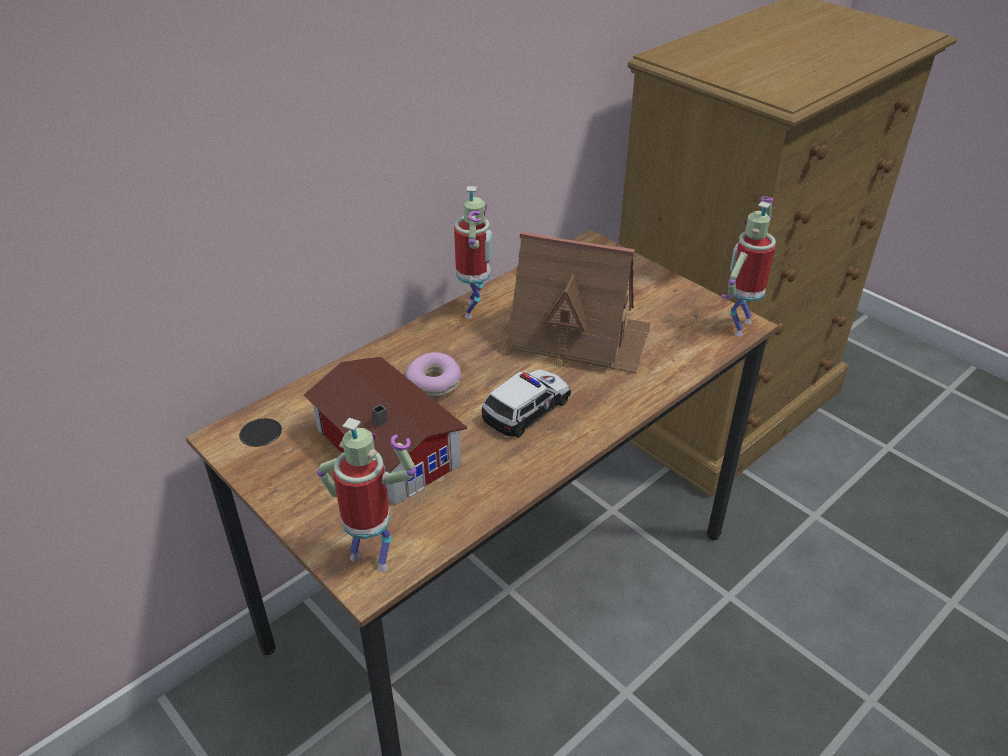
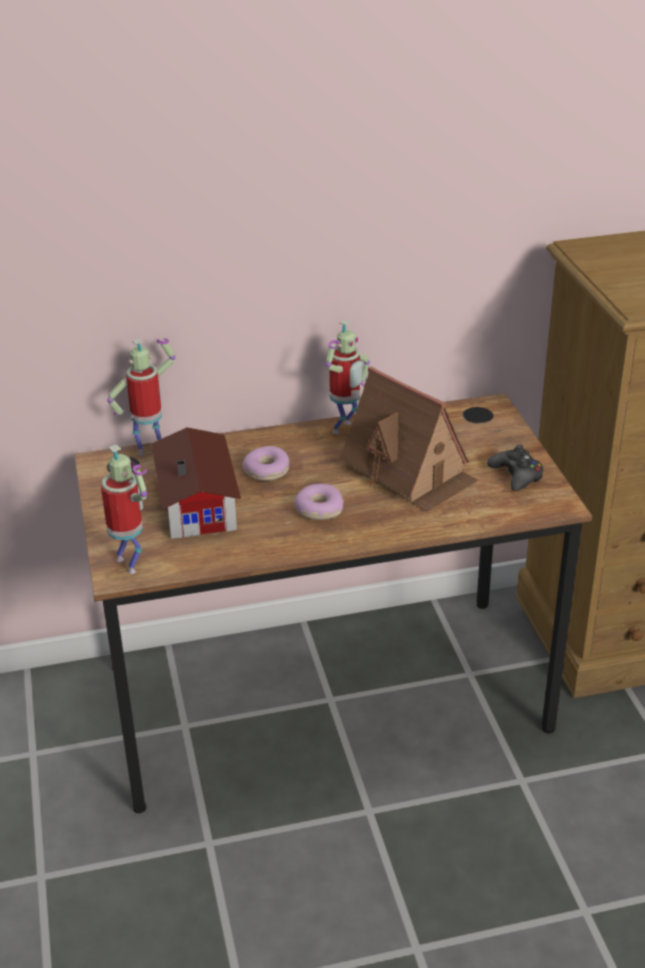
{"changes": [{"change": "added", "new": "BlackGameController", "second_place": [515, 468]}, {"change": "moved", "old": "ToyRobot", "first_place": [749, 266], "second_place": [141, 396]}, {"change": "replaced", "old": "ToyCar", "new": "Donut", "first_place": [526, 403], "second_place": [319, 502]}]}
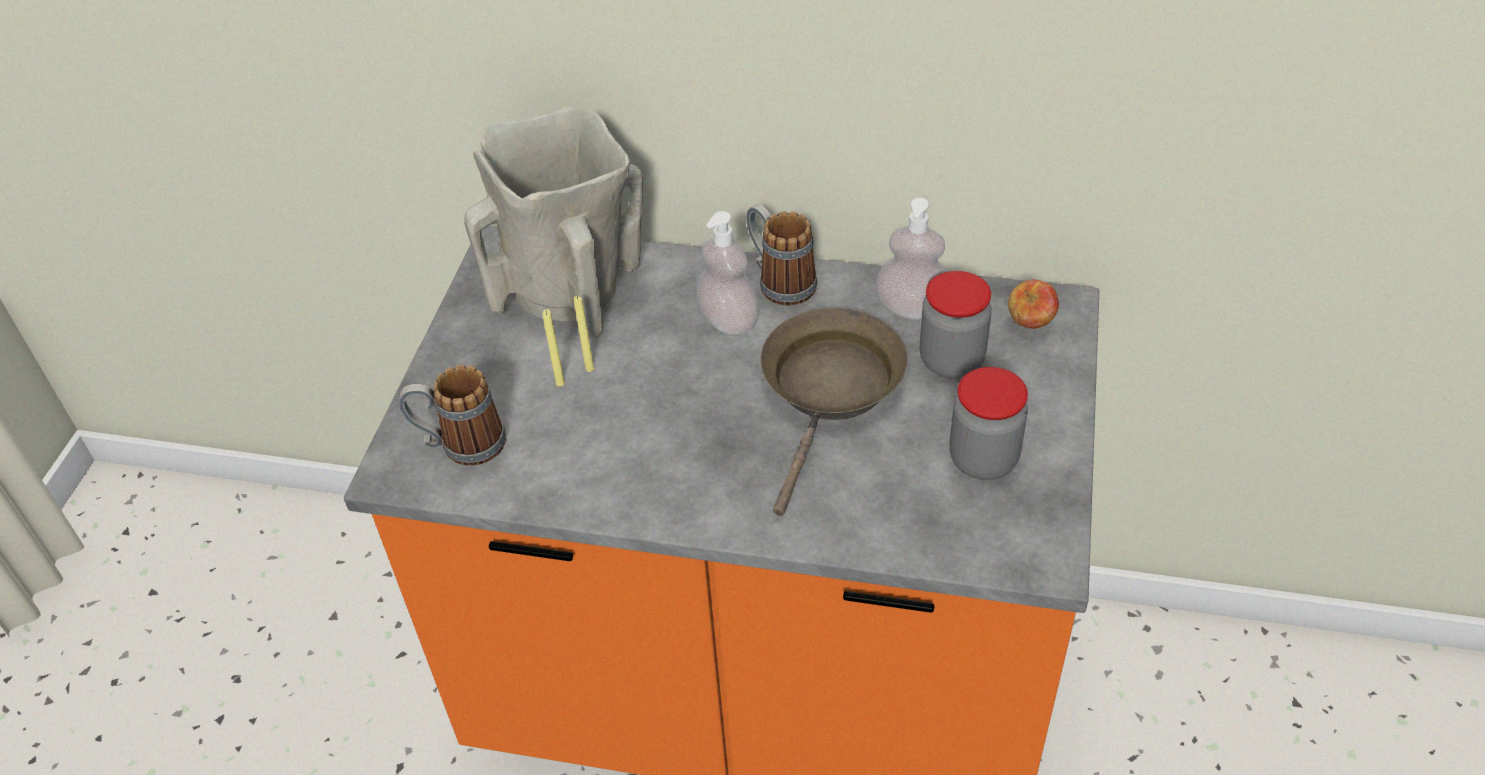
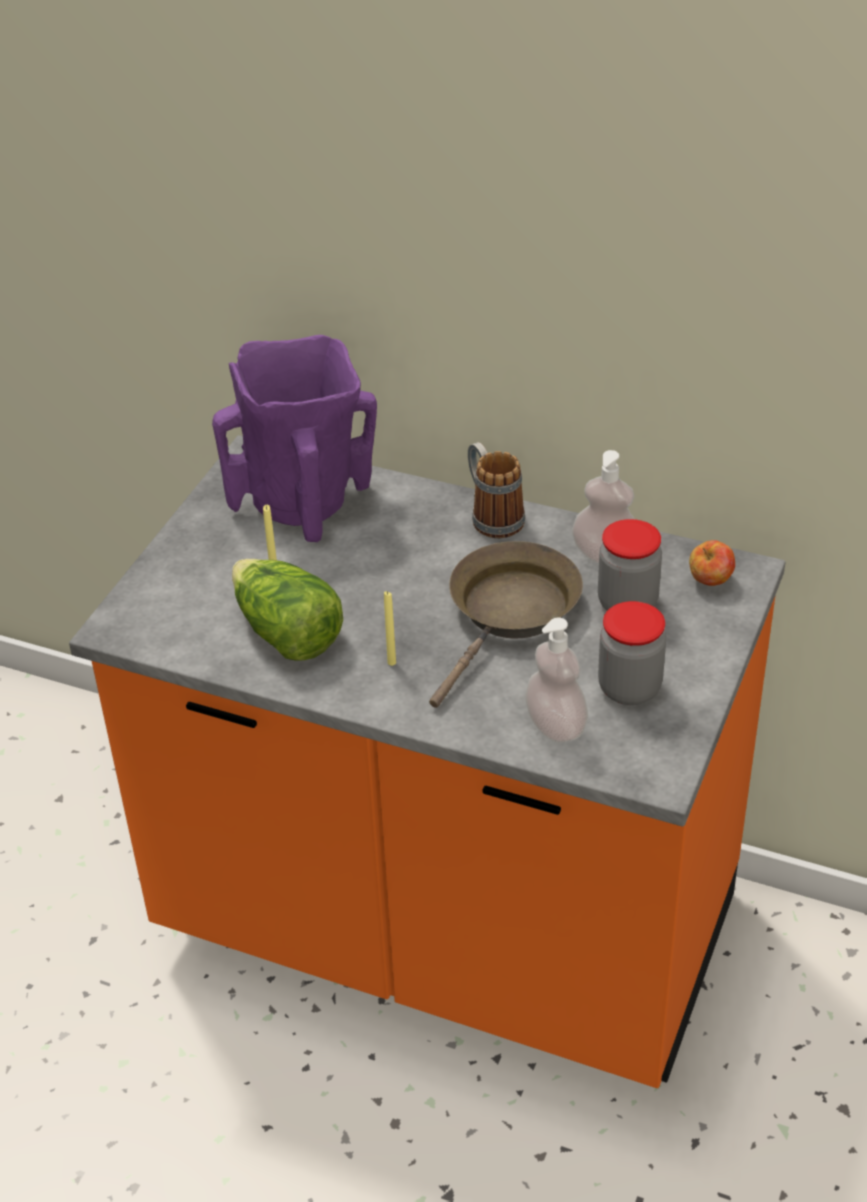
{"changes": [{"change": "removed", "old": "Mug", "first_place": [452, 415]}, {"change": "added", "new": "Lettuce", "second_place": [287, 610]}, {"change": "moved", "old": "YellowCandle", "first_place": [584, 334], "second_place": [390, 628]}, {"change": "moved", "old": "SoapDispenser", "first_place": [727, 273], "second_place": [556, 680]}, {"change": "recoloured", "old": "BeigeVase", "new": "PurpleVase", "first_place": [553, 222], "second_place": [294, 438]}]}
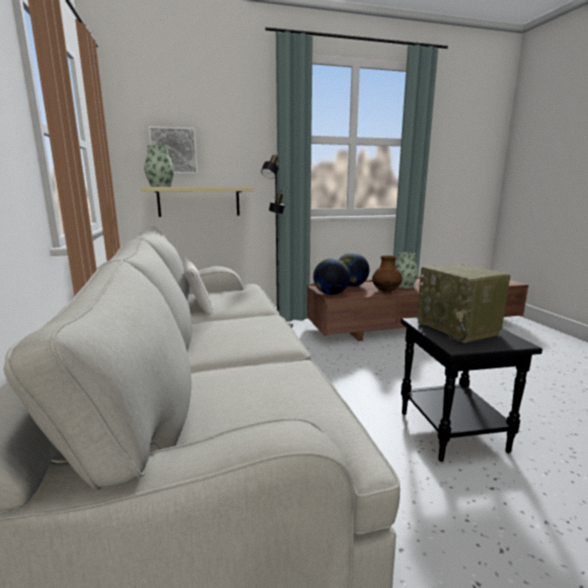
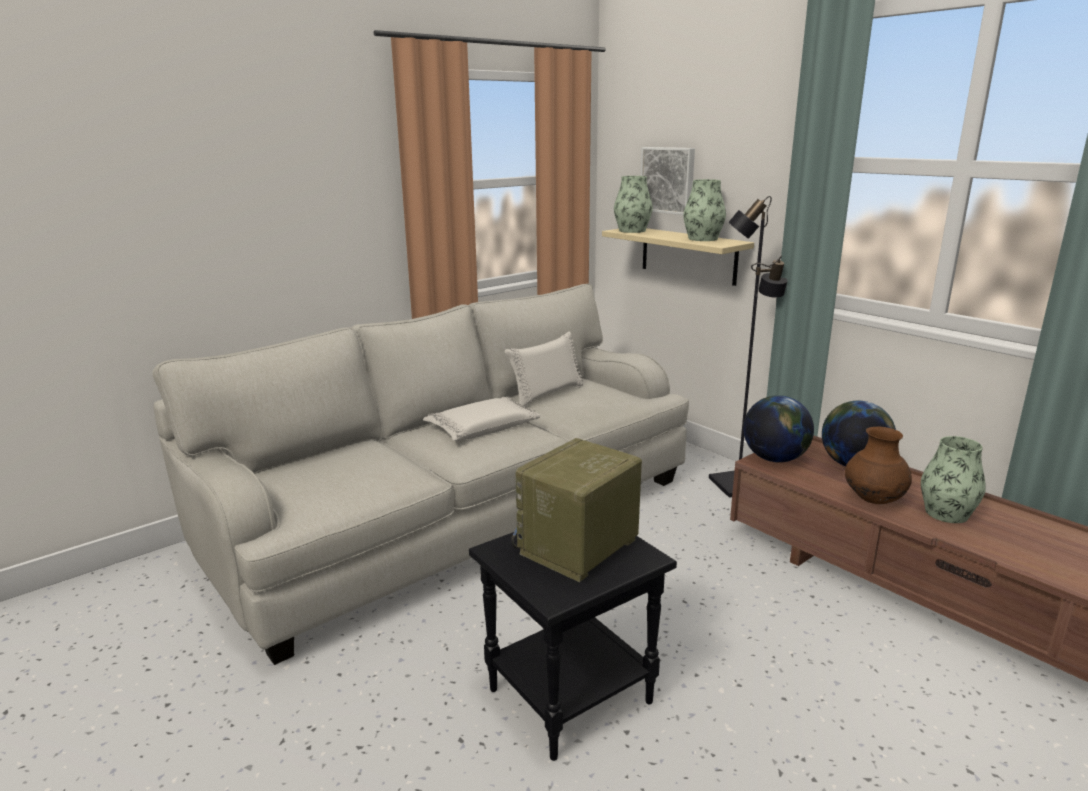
{"changes": [{"change": "added", "new": "WhitePillow", "second_place": [482, 418]}, {"change": "added", "new": "Vase", "second_place": [704, 210]}]}
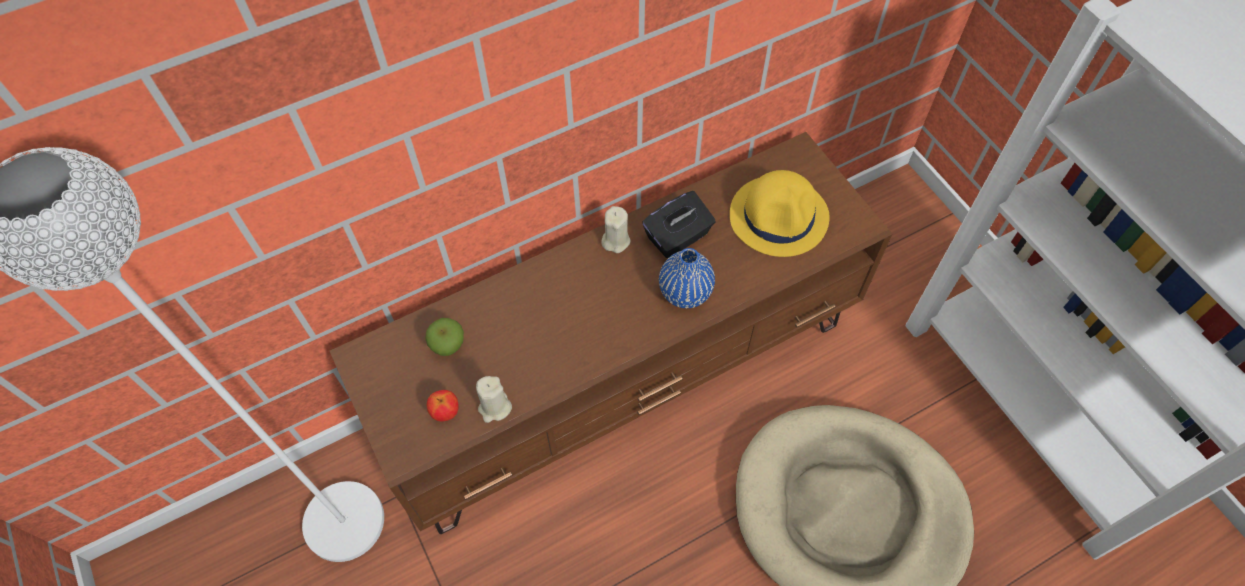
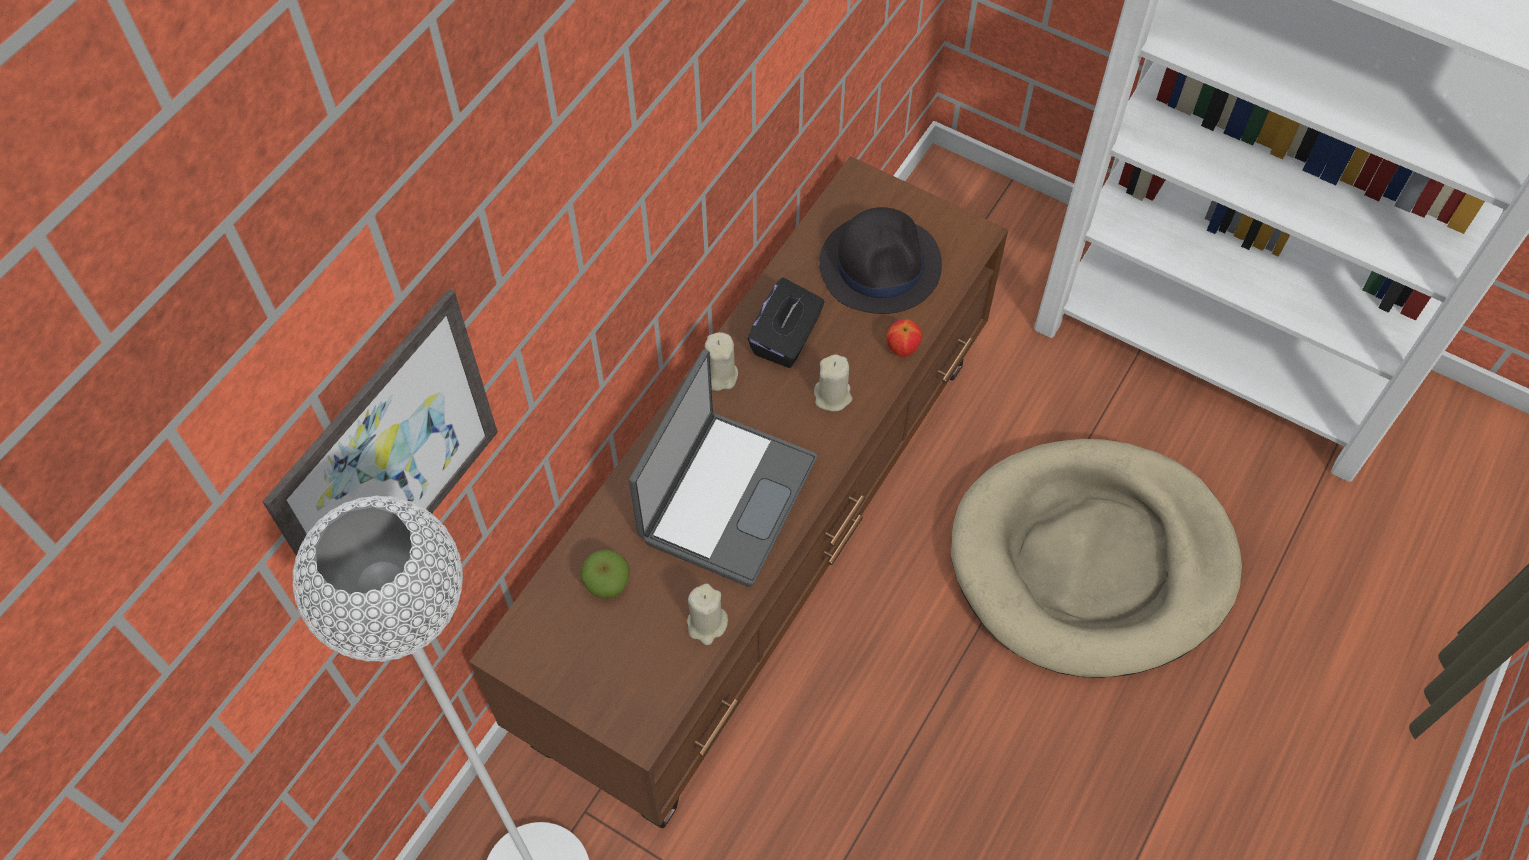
{"changes": [{"change": "added", "new": "Picture", "second_place": [380, 422]}, {"change": "added", "new": "Laptop", "second_place": [723, 468]}, {"change": "moved", "old": "Apple", "first_place": [443, 405], "second_place": [904, 338]}, {"change": "replaced", "old": "BlueVase", "new": "BeigeCandle", "first_place": [687, 278], "second_place": [833, 383]}, {"change": "recoloured", "old": "YellowHat", "new": "BlackHat", "first_place": [780, 213], "second_place": [880, 260]}]}
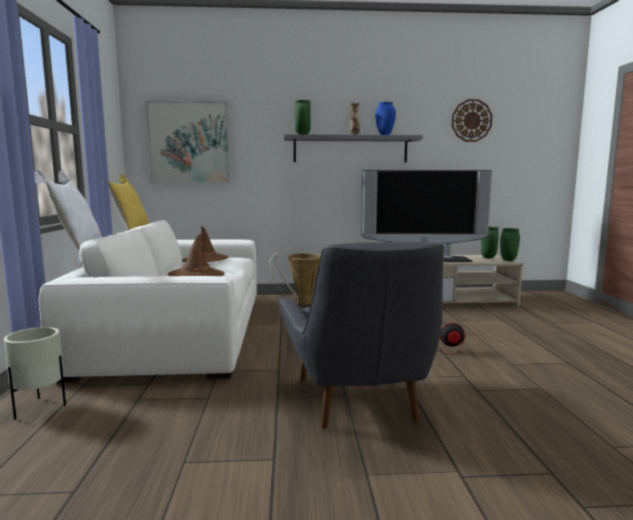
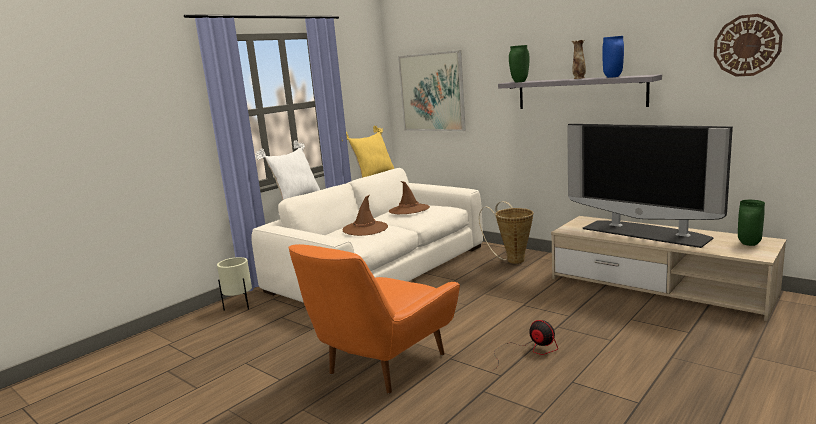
{"changes": [{"change": "removed", "old": "GreenVase", "first_place": [510, 244]}, {"change": "recoloured", "old": "GreyArmchair", "new": "OrangeArmchair", "first_place": [361, 336], "second_place": [374, 319]}]}
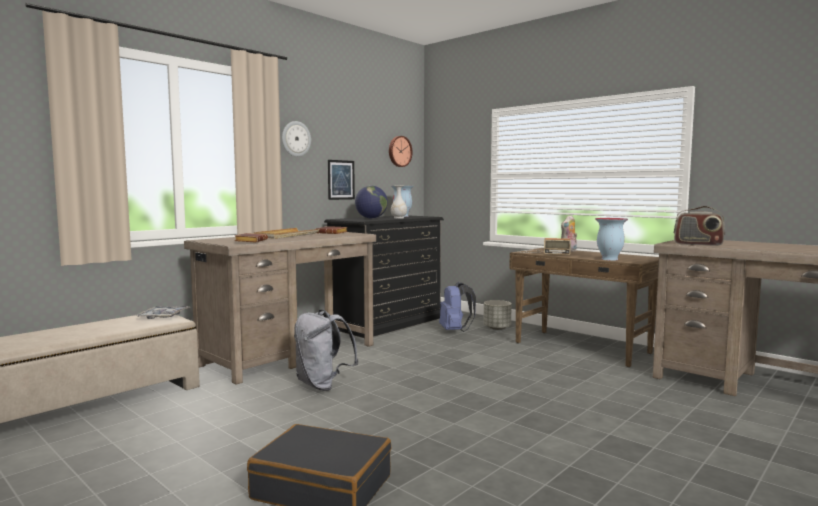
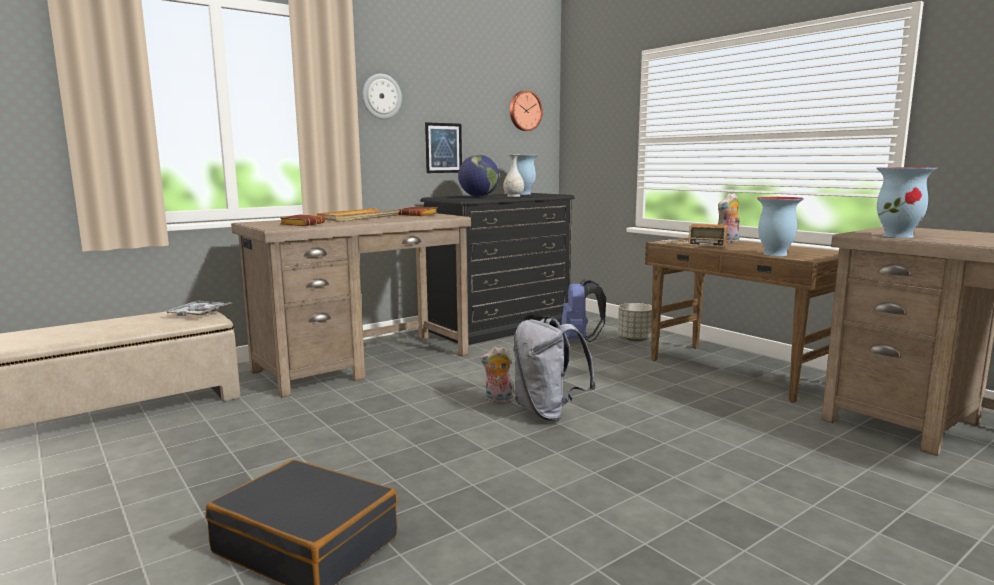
{"changes": [{"change": "added", "new": "PlushToy", "second_place": [497, 374]}, {"change": "moved", "old": "GreyBackpack", "first_place": [326, 350], "second_place": [554, 369]}, {"change": "replaced", "old": "Radio", "new": "Vase", "first_place": [699, 226], "second_place": [906, 202]}]}
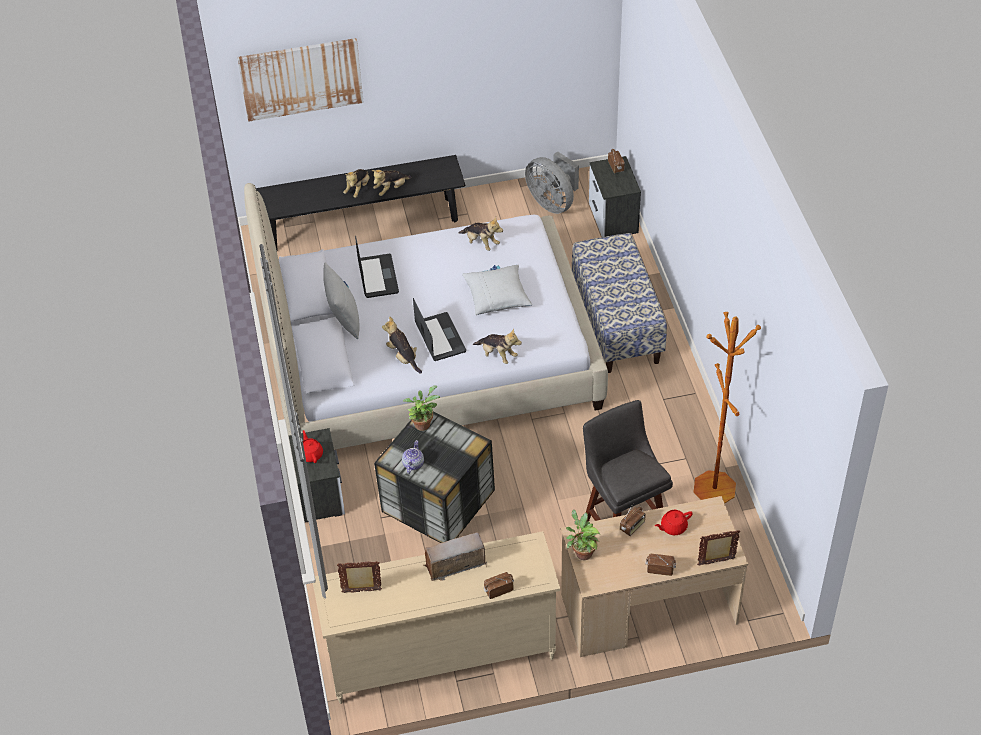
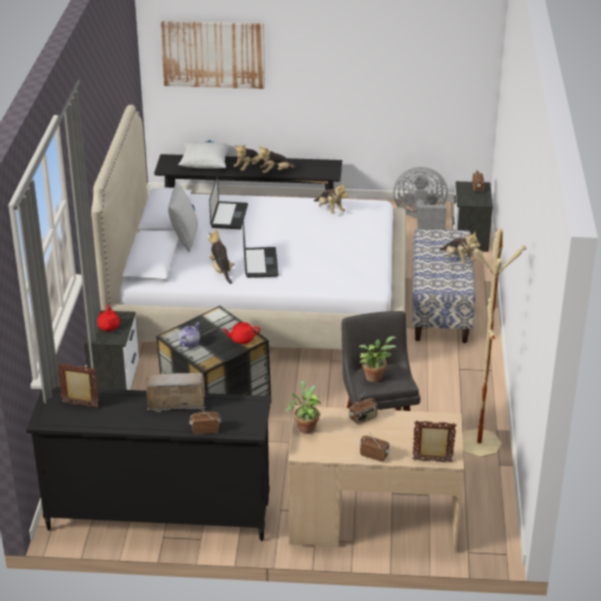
{"changes": [{"change": "moved", "old": "PottedPlant", "first_place": [421, 408], "second_place": [377, 359]}, {"change": "moved", "old": "GreyPillow", "first_place": [497, 290], "second_place": [204, 154]}, {"change": "moved", "old": "PlushToy", "first_place": [497, 346], "second_place": [459, 247]}, {"change": "moved", "old": "RedTeapot", "first_place": [674, 522], "second_place": [241, 333]}, {"change": "recoloured", "old": "BeigeDresser", "new": "BlackDresser", "first_place": [436, 617], "second_place": [148, 464]}, {"change": "recoloured", "old": "OrangeClothesRack", "new": "BeigeClothesRack", "first_place": [727, 407], "second_place": [494, 342]}, {"change": "turned", "old": "GreyFan", "first_place": [552, 182], "second_place": [420, 198], "degrees": 120}]}
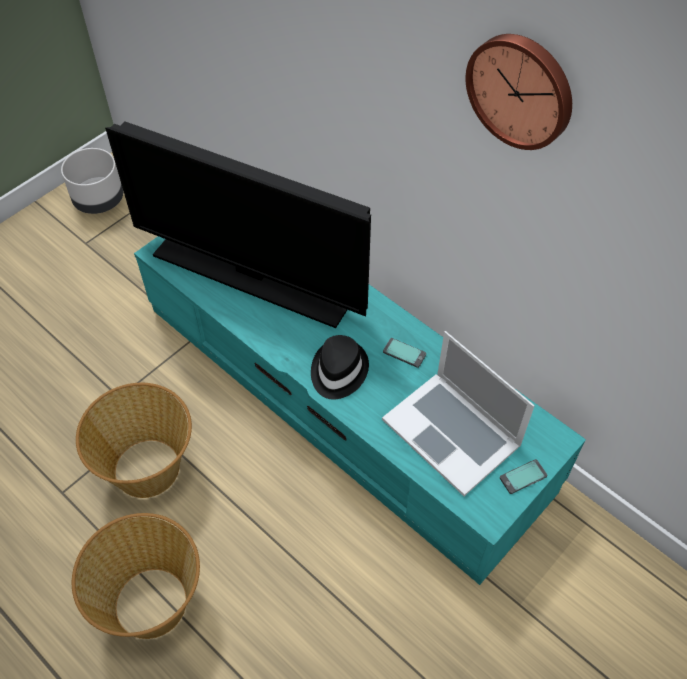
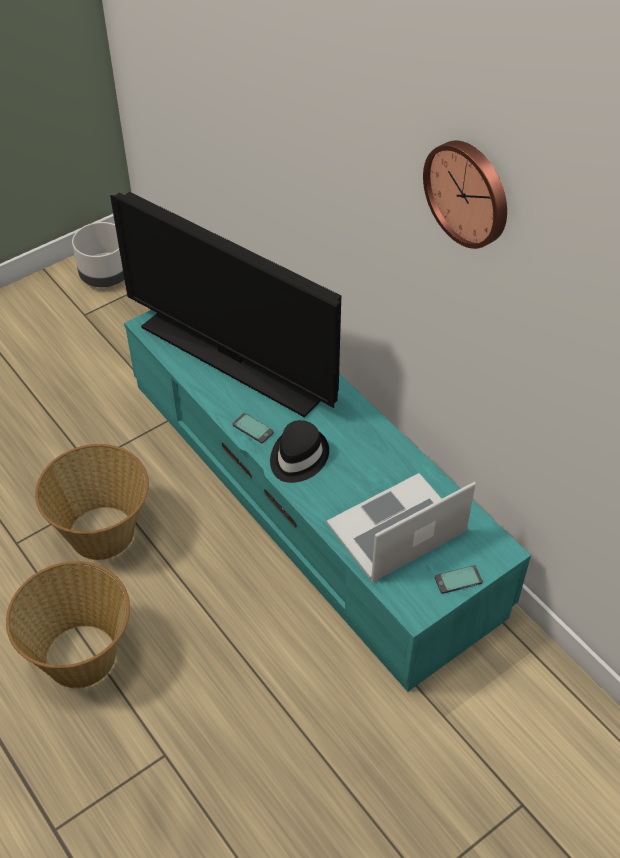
{"changes": [{"change": "moved", "old": "Phone", "first_place": [404, 353], "second_place": [253, 428]}, {"change": "turned", "old": "Laptop", "first_place": [458, 413], "second_place": [401, 527], "degrees": 90}]}
